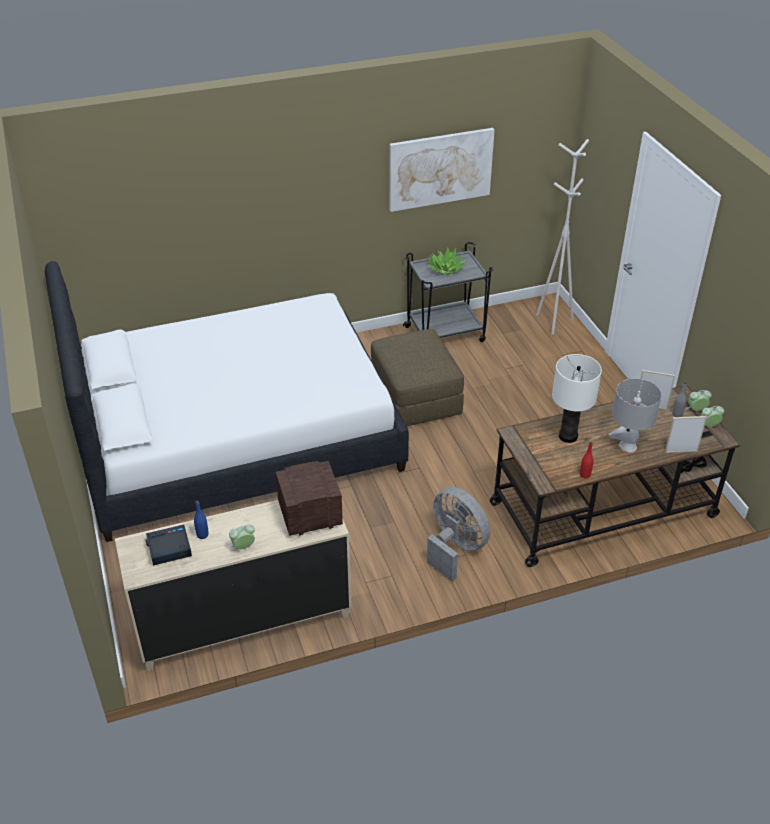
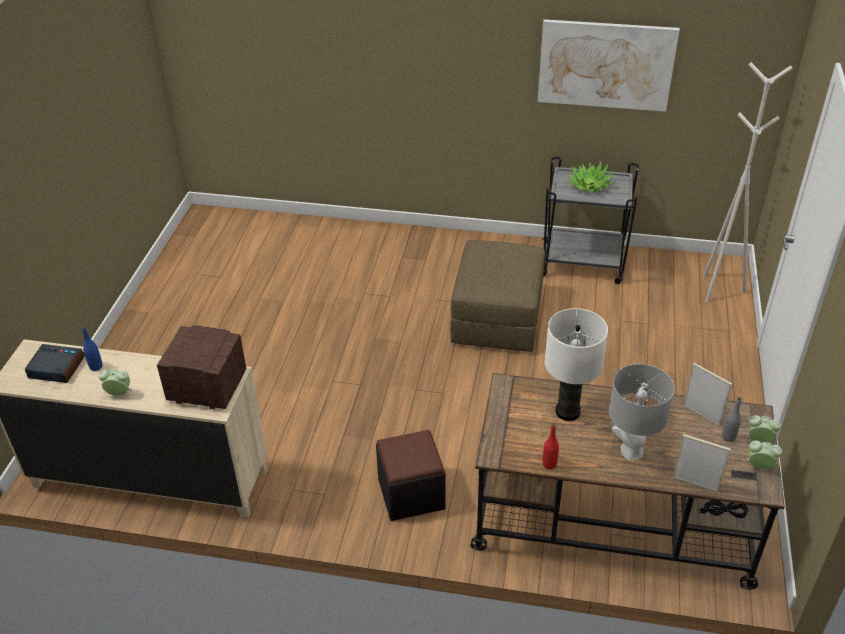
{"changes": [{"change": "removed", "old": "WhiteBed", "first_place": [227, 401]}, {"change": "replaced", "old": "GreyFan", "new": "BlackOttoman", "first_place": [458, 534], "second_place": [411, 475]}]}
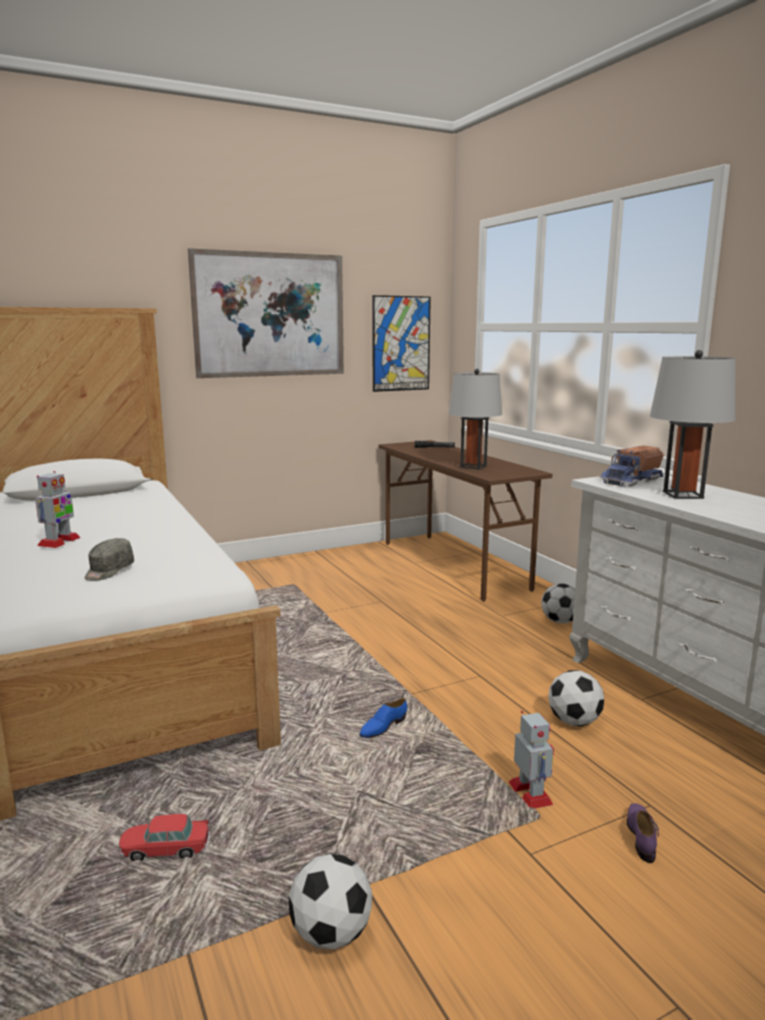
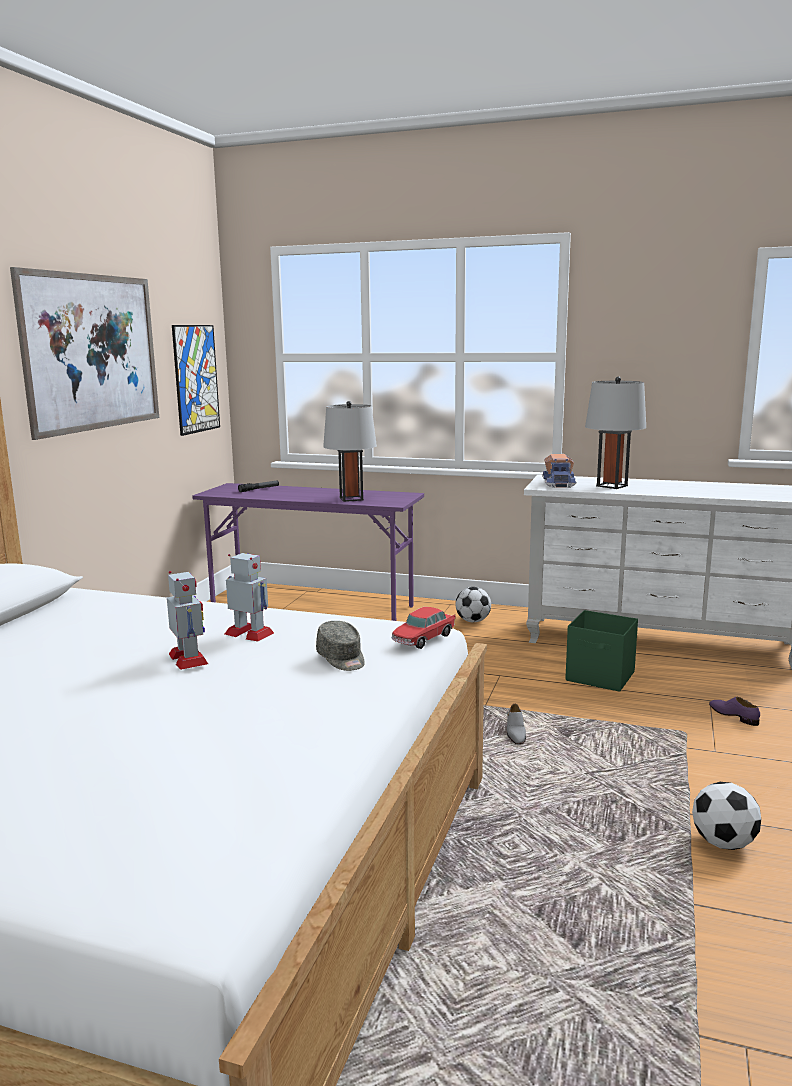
{"changes": [{"change": "moved", "old": "ToyCar", "first_place": [164, 837], "second_place": [423, 628]}, {"change": "moved", "old": "ToyRobot", "first_place": [531, 760], "second_place": [249, 597]}, {"change": "replaced", "old": "Football", "new": "GreenStorageBox", "first_place": [576, 698], "second_place": [601, 651]}, {"change": "recoloured", "old": "BlueShoe", "new": "GreyShoe", "first_place": [383, 718], "second_place": [516, 724]}, {"change": "recoloured", "old": "BrownDesk", "new": "PurpleDesk", "first_place": [465, 521], "second_place": [308, 552]}]}
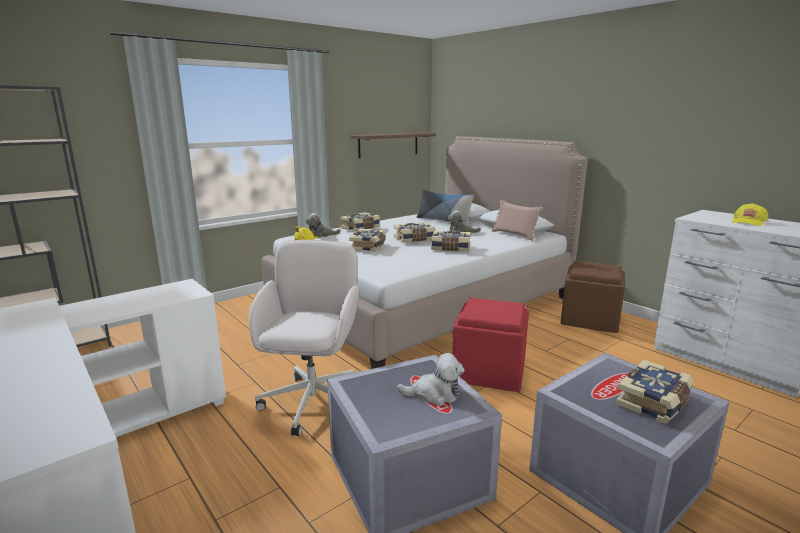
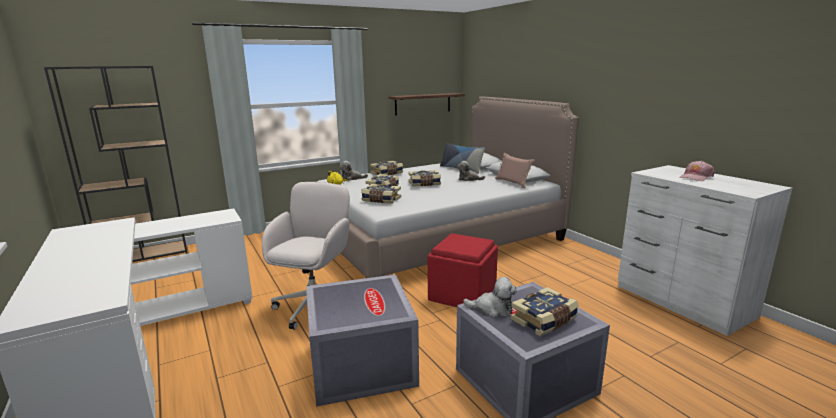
{"changes": [{"change": "removed", "old": "BrownOttoman", "first_place": [593, 297]}, {"change": "moved", "old": "PlushToy", "first_place": [431, 379], "second_place": [490, 297]}, {"change": "moved", "old": "Book", "first_place": [451, 241], "second_place": [381, 194]}, {"change": "recoloured", "old": "YellowCap", "new": "PinkCap", "first_place": [750, 214], "second_place": [697, 171]}]}
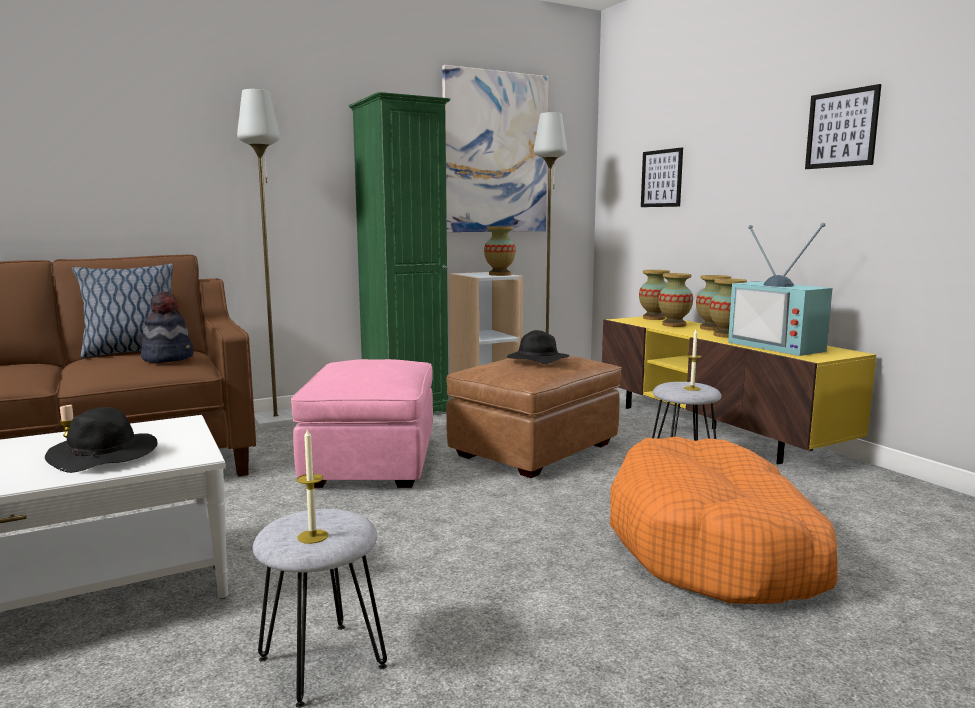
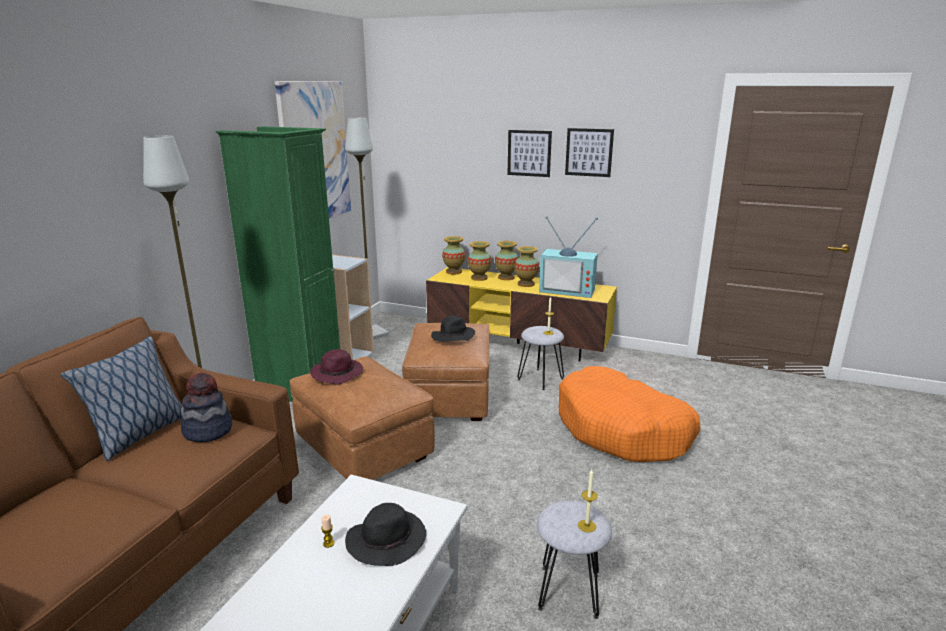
{"changes": [{"change": "removed", "old": "Vase", "first_place": [500, 251]}, {"change": "added", "new": "PurpleHat", "second_place": [336, 366]}, {"change": "moved", "old": "Picture", "first_place": [662, 177], "second_place": [530, 153]}, {"change": "recoloured", "old": "PinkOttoman", "new": "BrownOttoman", "first_place": [362, 423], "second_place": [362, 418]}]}
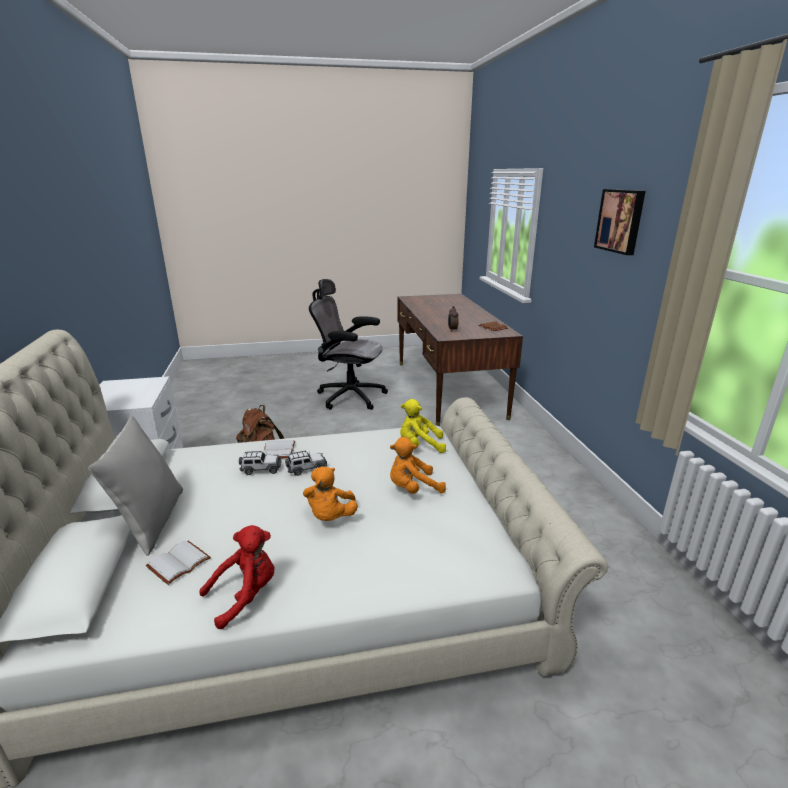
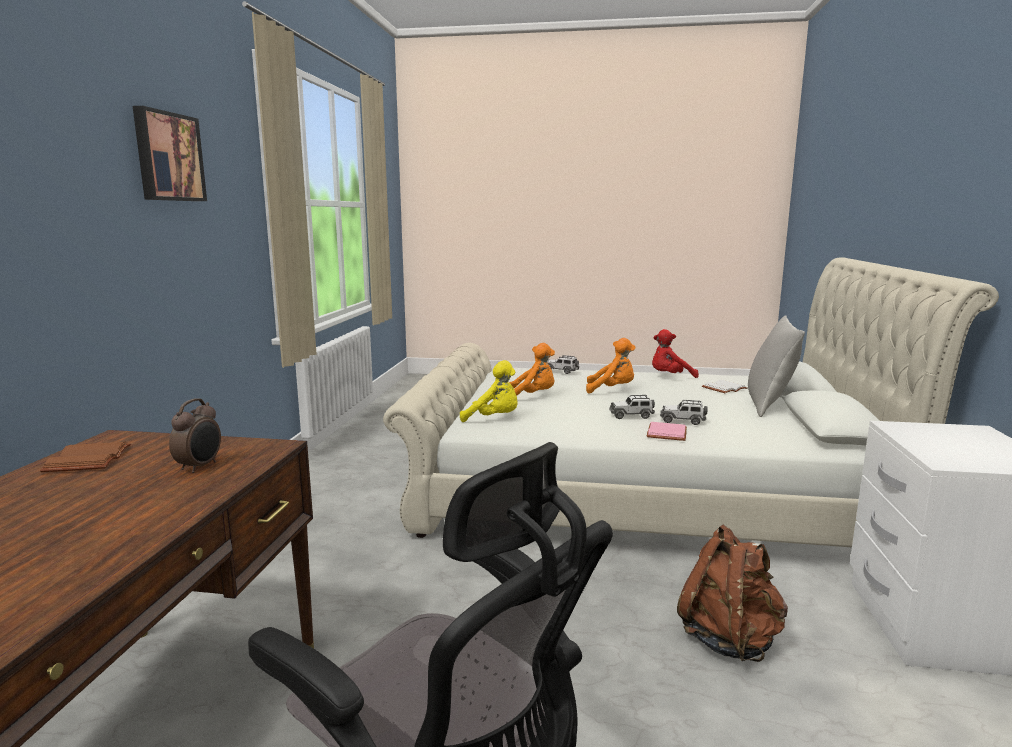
{"changes": [{"change": "added", "new": "ToyCar", "second_place": [563, 364]}, {"change": "recoloured", "old": "WhiteBook", "new": "PinkBook", "first_place": [279, 449], "second_place": [667, 431]}, {"change": "turned", "old": "OrangePlushToy", "first_place": [330, 493], "second_place": [610, 366], "degrees": 75}]}
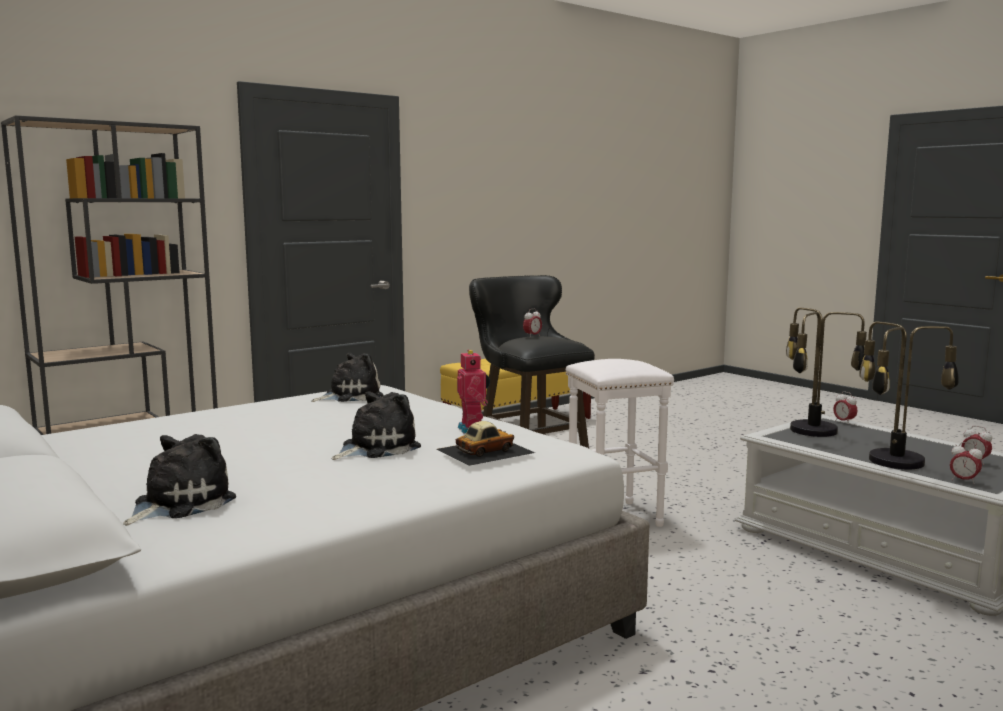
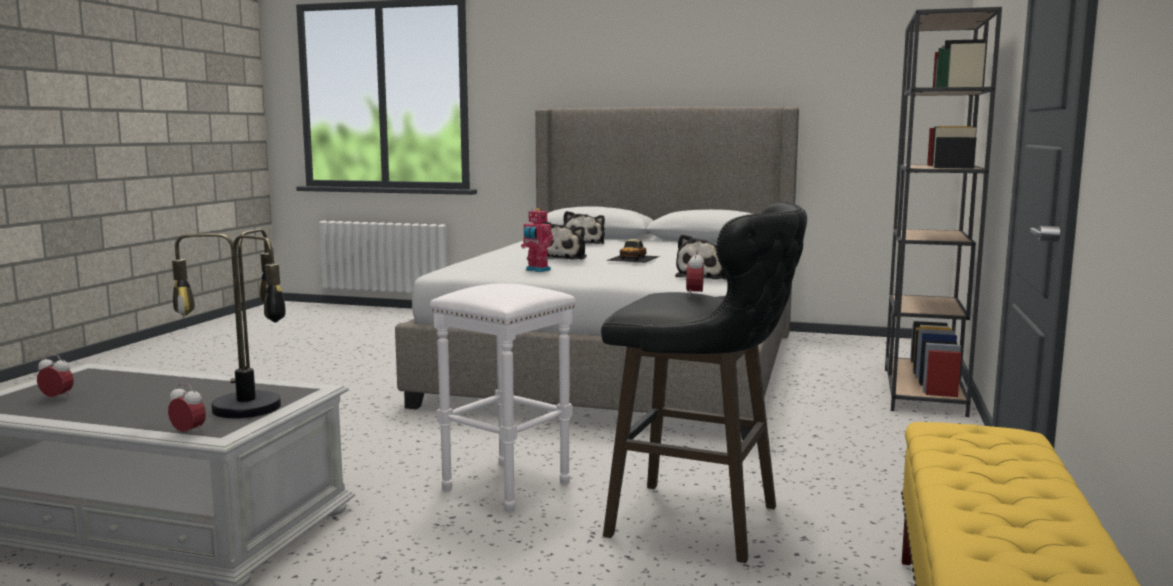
{"changes": [{"change": "removed", "old": "TableLamp", "first_place": [909, 395]}, {"change": "removed", "old": "AlarmClock", "first_place": [966, 463]}, {"change": "moved", "old": "ToyCar", "first_place": [486, 443], "second_place": [633, 251]}]}
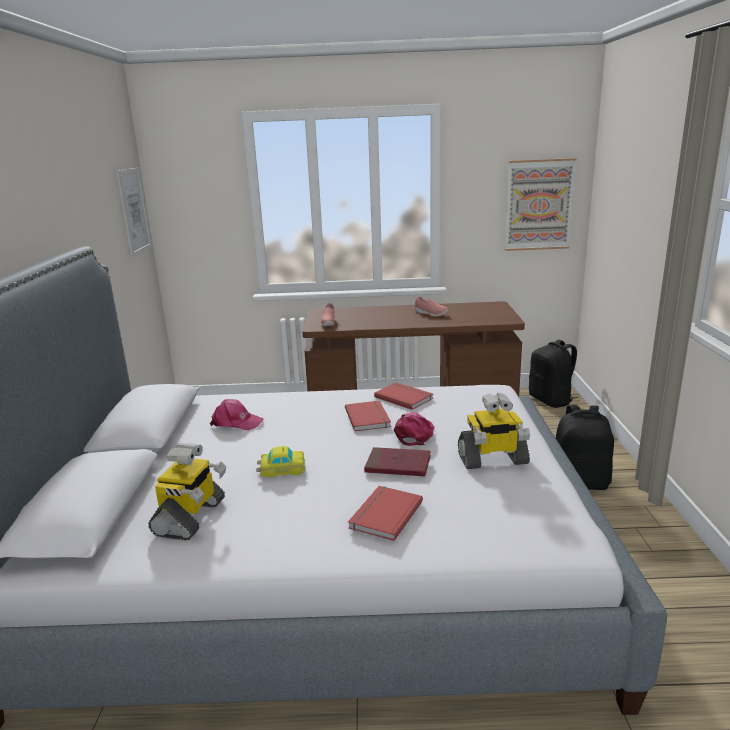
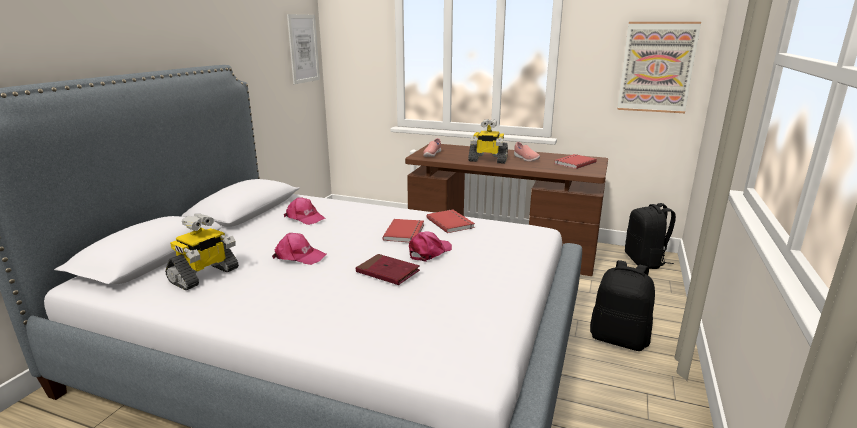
{"changes": [{"change": "moved", "old": "RedBook", "first_place": [385, 513], "second_place": [575, 161]}, {"change": "moved", "old": "ToyRobot", "first_place": [494, 431], "second_place": [488, 141]}, {"change": "replaced", "old": "ToyCar", "new": "PinkCap", "first_place": [281, 462], "second_place": [299, 249]}]}
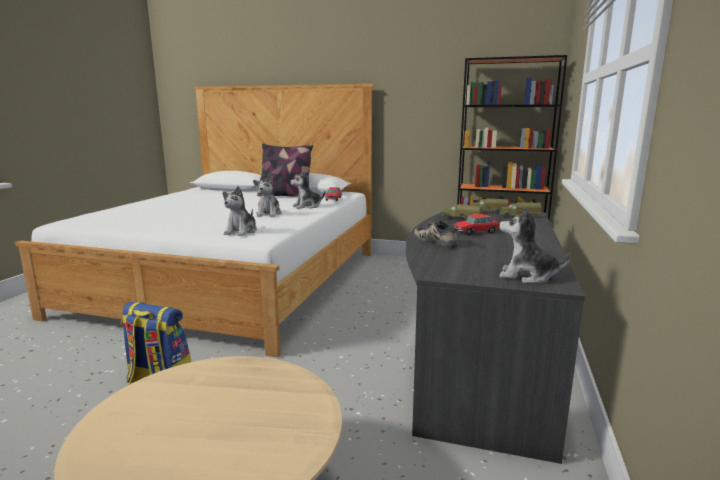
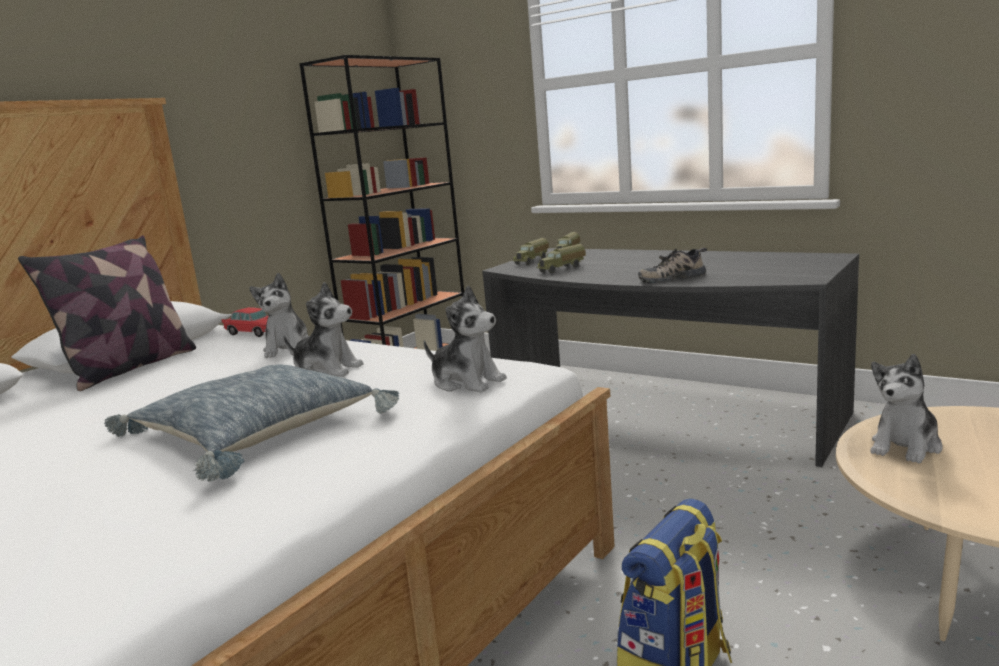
{"changes": [{"change": "removed", "old": "ToyCar", "first_place": [477, 225]}, {"change": "added", "new": "Pillow", "second_place": [251, 422]}, {"change": "moved", "old": "PlushToy", "first_place": [535, 245], "second_place": [907, 409]}]}
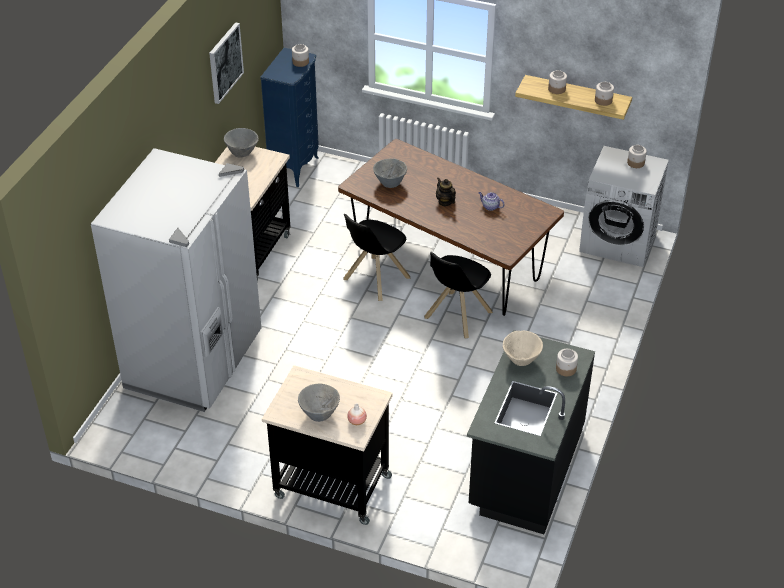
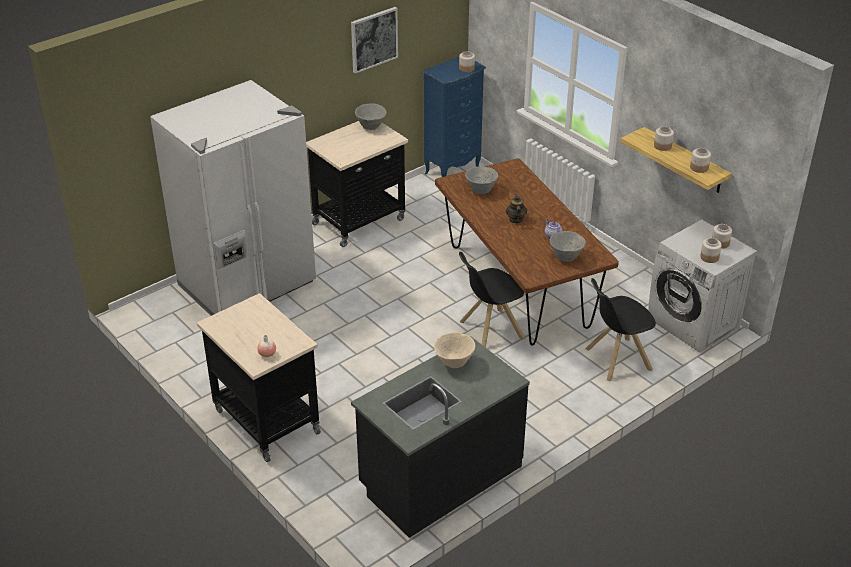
{"changes": [{"change": "moved", "old": "GreyBowl", "first_place": [319, 402], "second_place": [568, 246]}, {"change": "moved", "old": "BlackChair", "first_place": [376, 257], "second_place": [621, 329]}, {"change": "moved", "old": "Jar", "first_place": [567, 362], "second_place": [711, 250]}]}
